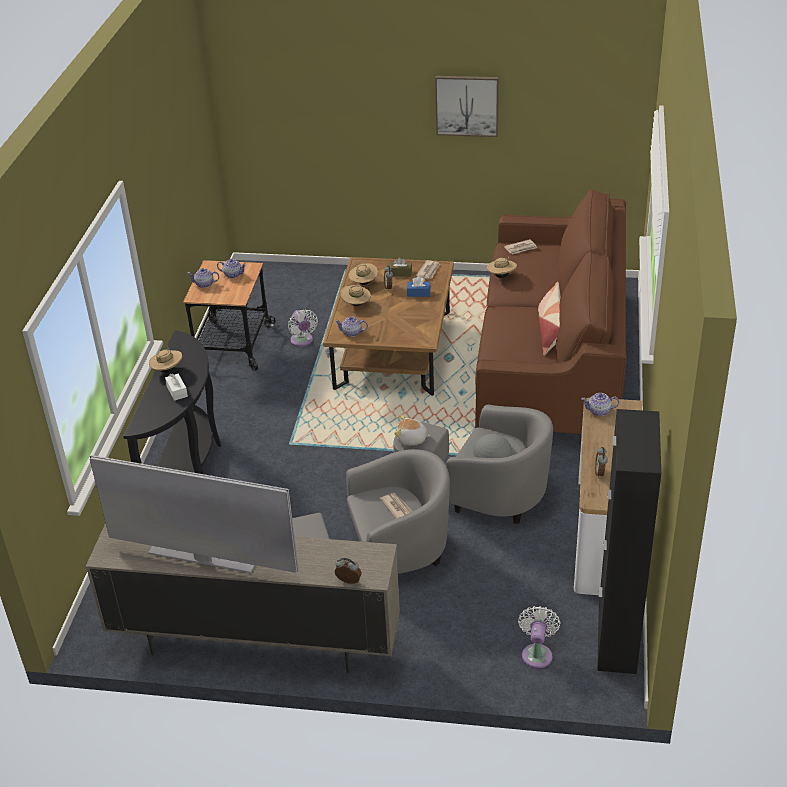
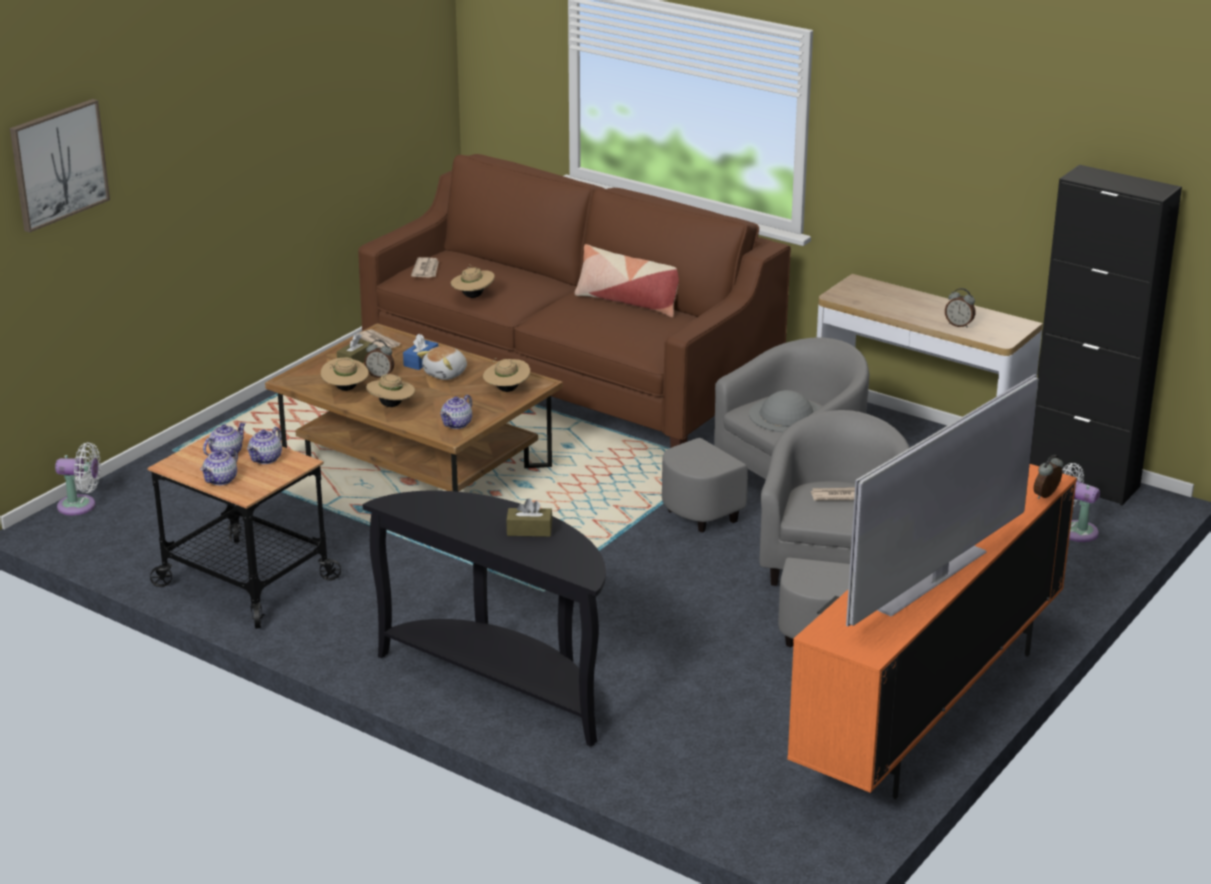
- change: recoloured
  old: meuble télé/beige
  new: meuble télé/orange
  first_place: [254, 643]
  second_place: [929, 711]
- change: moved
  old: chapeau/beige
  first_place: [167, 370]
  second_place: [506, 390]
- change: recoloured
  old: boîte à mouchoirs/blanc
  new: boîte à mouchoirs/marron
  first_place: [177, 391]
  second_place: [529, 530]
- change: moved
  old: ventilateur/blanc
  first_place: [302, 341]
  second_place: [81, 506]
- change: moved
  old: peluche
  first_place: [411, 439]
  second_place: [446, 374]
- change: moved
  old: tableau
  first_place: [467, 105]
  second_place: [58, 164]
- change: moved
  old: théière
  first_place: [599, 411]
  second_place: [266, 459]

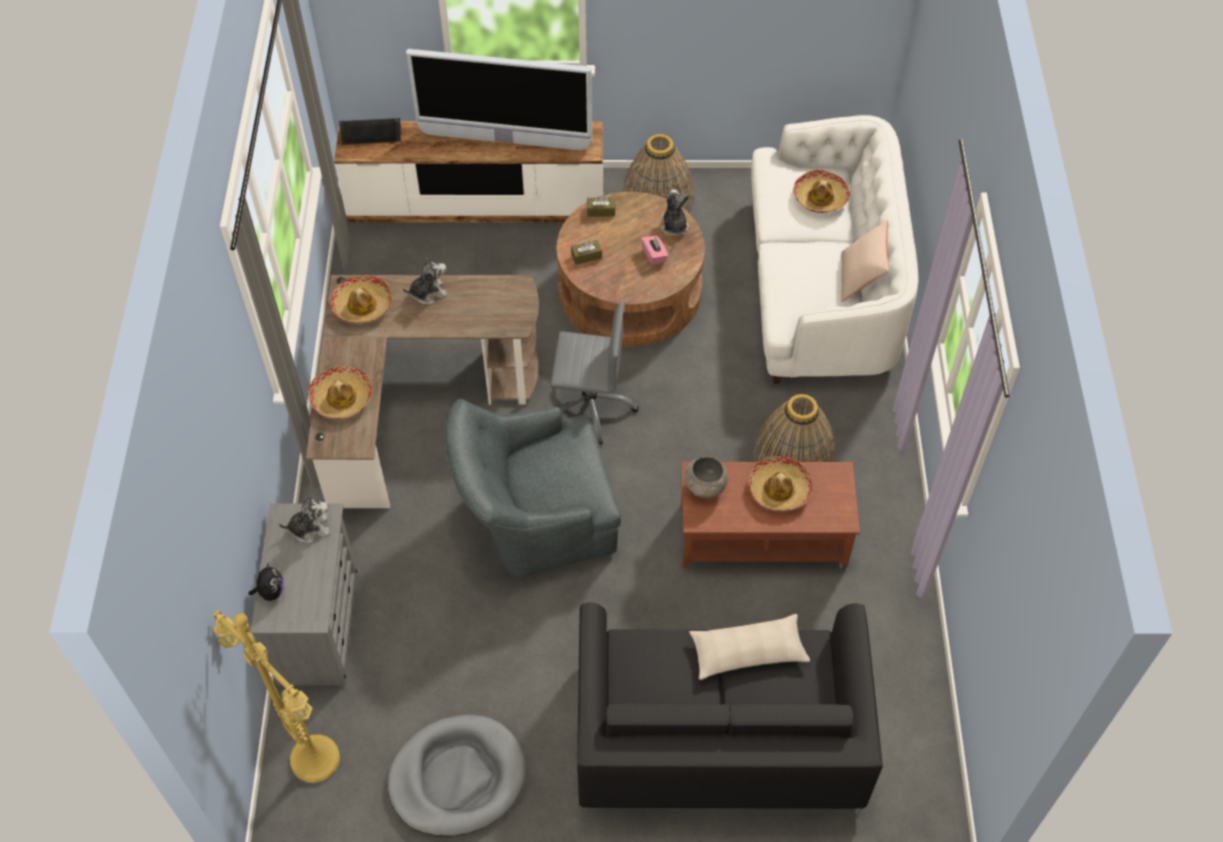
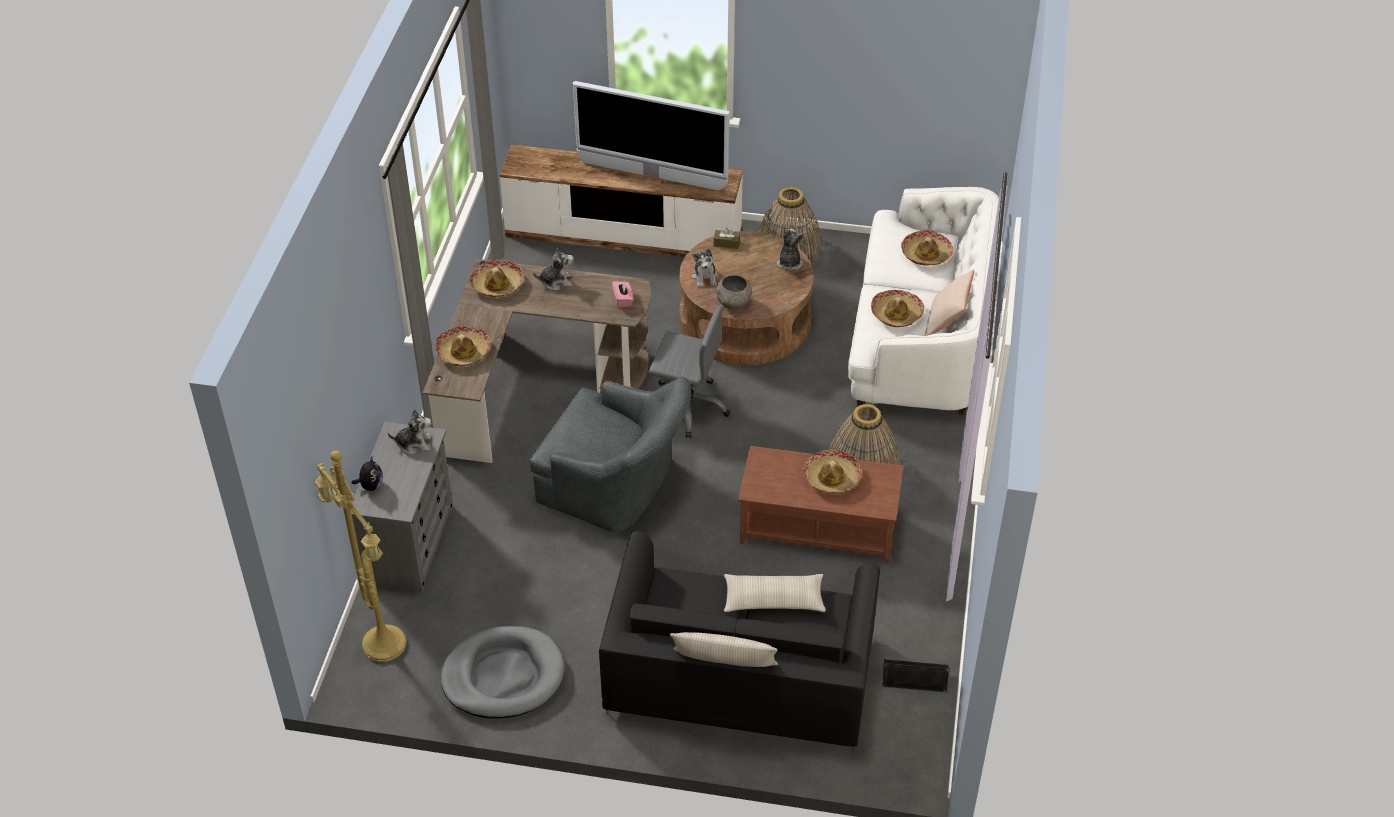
- change: moved
  old: enceinte/noir
  first_place: [371, 134]
  second_place: [915, 677]
- change: turned
  old: fauteuil/gris
  first_place: [534, 517]
  second_place: [616, 487]
  degrees: -150
- change: replaced
  old: boîte à mouchoirs/marron
  new: peluche
  first_place: [586, 256]
  second_place: [705, 277]
- change: moved
  old: boîte à mouchoirs/rose
  first_place: [654, 255]
  second_place: [623, 300]
- change: moved
  old: bol/gris
  first_place: [705, 488]
  second_place: [733, 304]
- change: added
  new: coussin/beige
  second_place: [724, 663]
- change: added
  new: chapeau
  second_place: [896, 314]

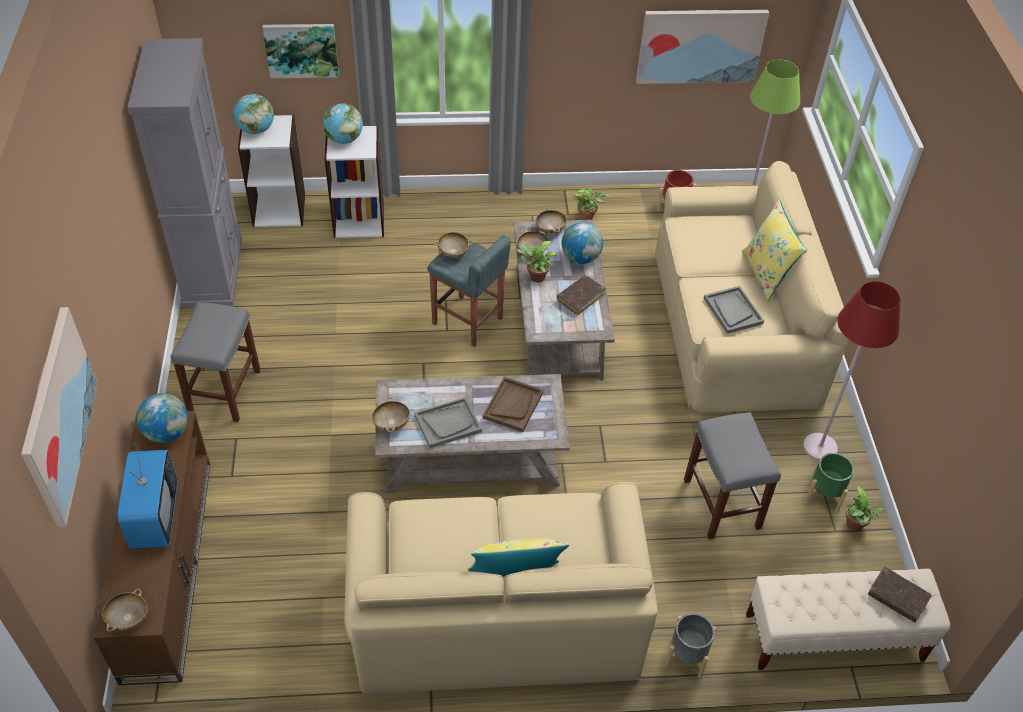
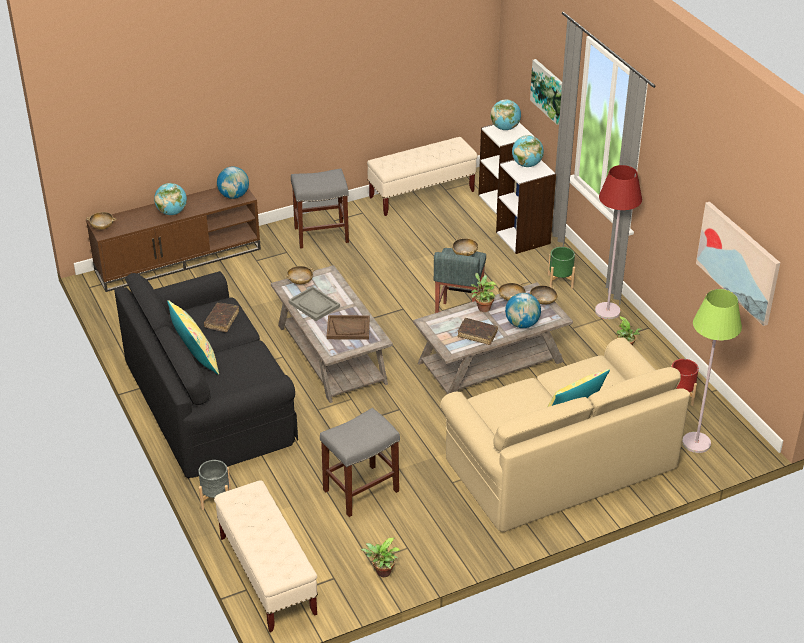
- change: removed
  old: tableau
  first_place: [57, 415]
- change: replaced
  old: téléviseur
  new: globe
  first_place: [154, 517]
  second_place: [172, 212]
- change: replaced
  old: meuble de rangement/gris
  new: banc/beige
  first_place: [213, 272]
  second_place: [422, 194]
- change: recoloured
  old: canapé/beige
  new: canapé/noir
  first_place: [495, 612]
  second_place: [209, 400]
- change: removed
  old: plateau/gris
  first_place: [732, 311]
- change: moved
  old: lampadaire/rouge
  first_place: [820, 447]
  second_place: [607, 311]
- change: moved
  old: cache-pot/vert
  first_place: [824, 494]
  second_place: [560, 281]
- change: moved
  old: livre/marron
  first_place: [897, 598]
  second_place: [222, 320]

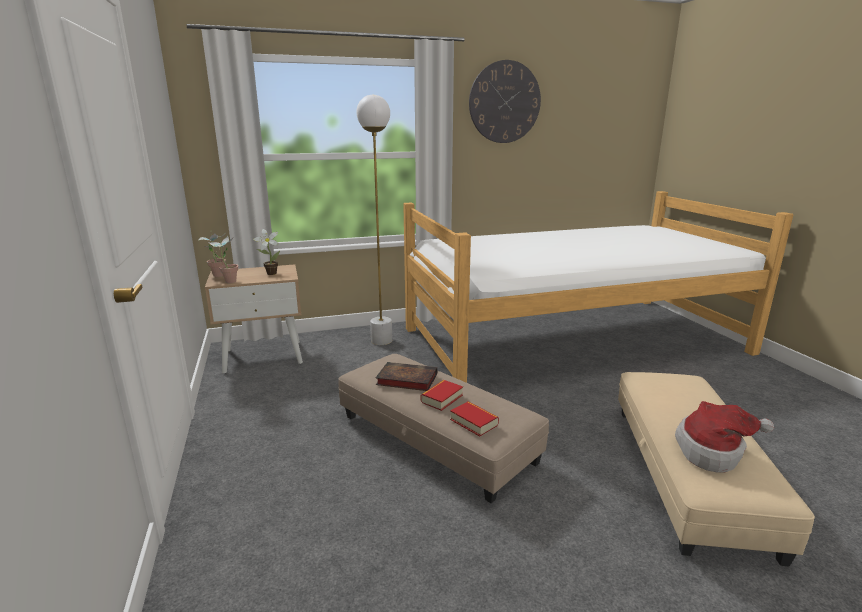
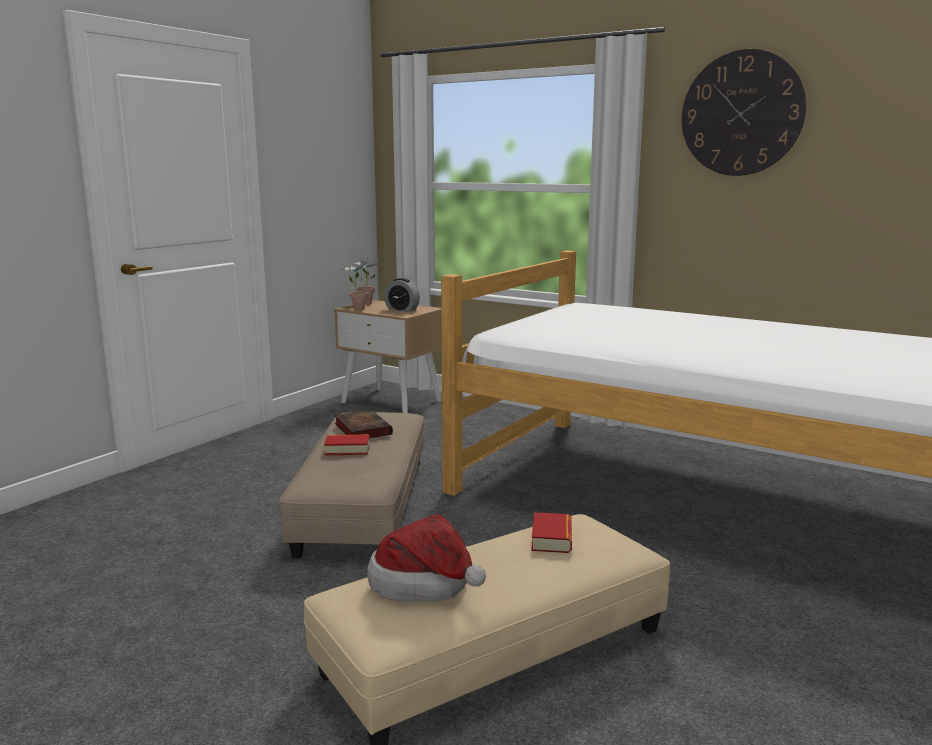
- change: replaced
  old: plante en pot
  new: réveil
  first_place: [270, 273]
  second_place: [402, 310]
- change: removed
  old: lampadaire/blanc
  first_place: [381, 341]
- change: moved
  old: livre
  first_place: [474, 422]
  second_place: [551, 539]

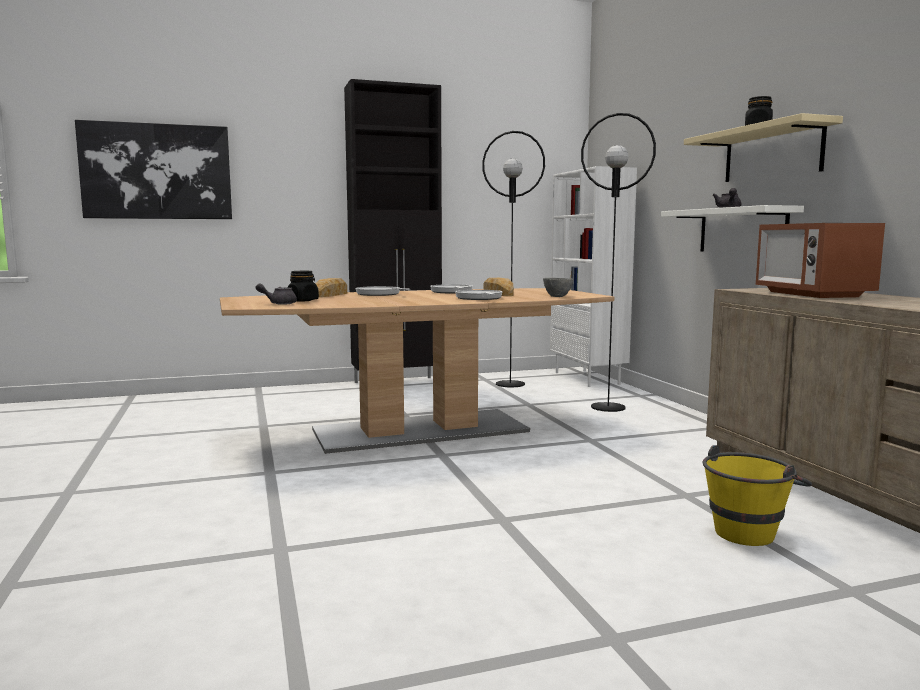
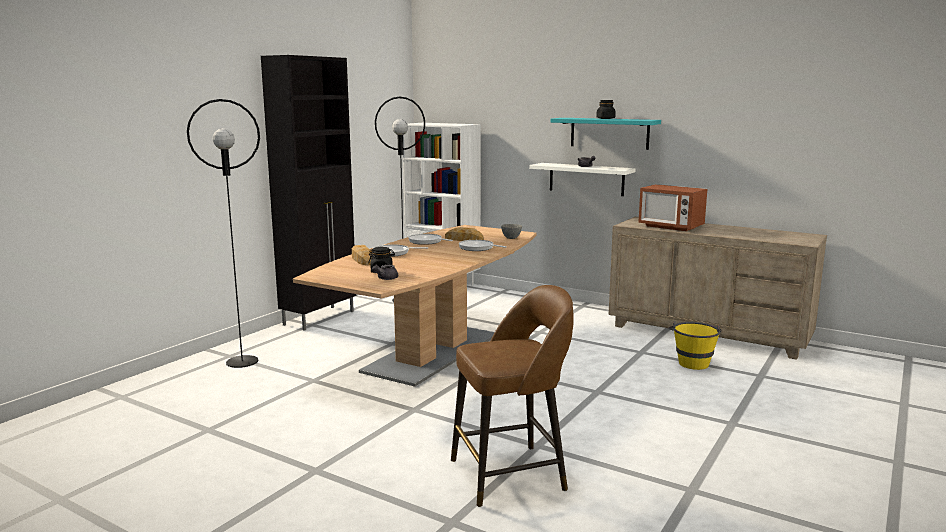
- change: removed
  old: tableau
  first_place: [157, 171]
- change: moved
  old: lampadaire/noir
  first_place: [608, 407]
  second_place: [242, 361]
- change: recoloured
  old: étagère/beige
  new: étagère/turquoise
  first_place: [772, 153]
  second_place: [609, 133]
- change: added
  new: tabouret/marron
  second_place: [511, 474]

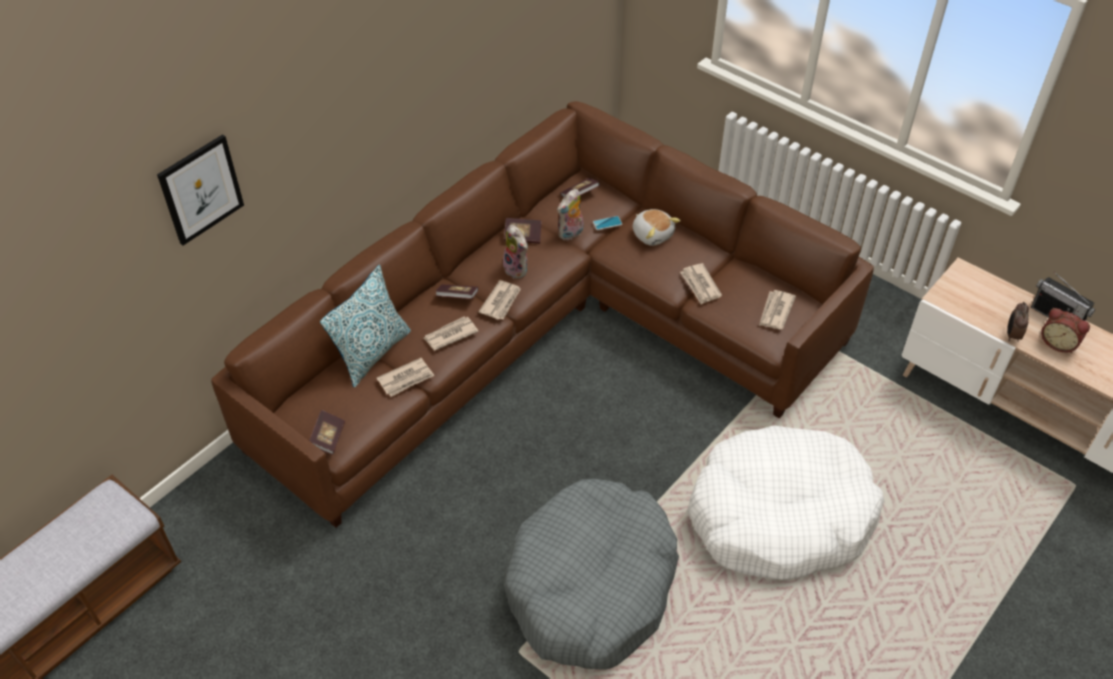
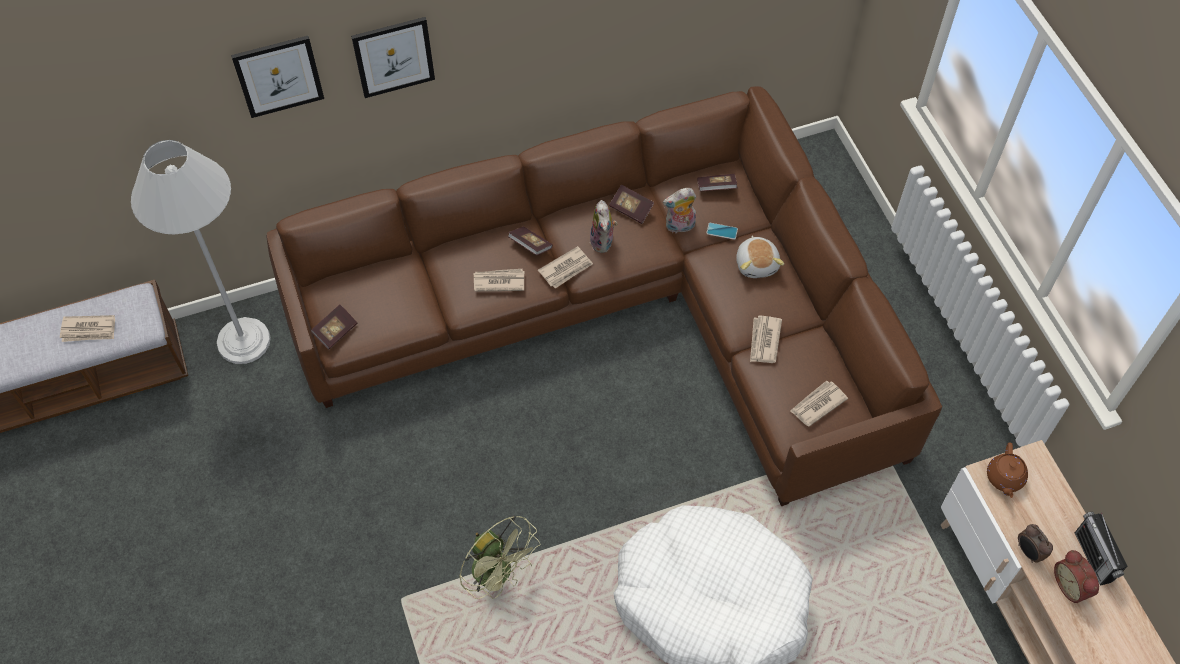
- change: removed
  old: coussin
  first_place: [372, 353]
- change: moved
  old: journal
  first_place: [406, 379]
  second_place: [89, 330]
- change: replaced
  old: panier pour chien/gris
  new: ventilateur/vert
  first_place: [591, 586]
  second_place: [499, 574]
- change: turned
  old: réveil
  first_place: [1012, 335]
  second_place: [1028, 552]
  degrees: -75
- change: added
  new: lampadaire/blanc
  second_place: [243, 341]
- change: added
  new: tableau
  second_place: [393, 56]
- change: added
  new: théière/marron
  second_place: [1004, 478]

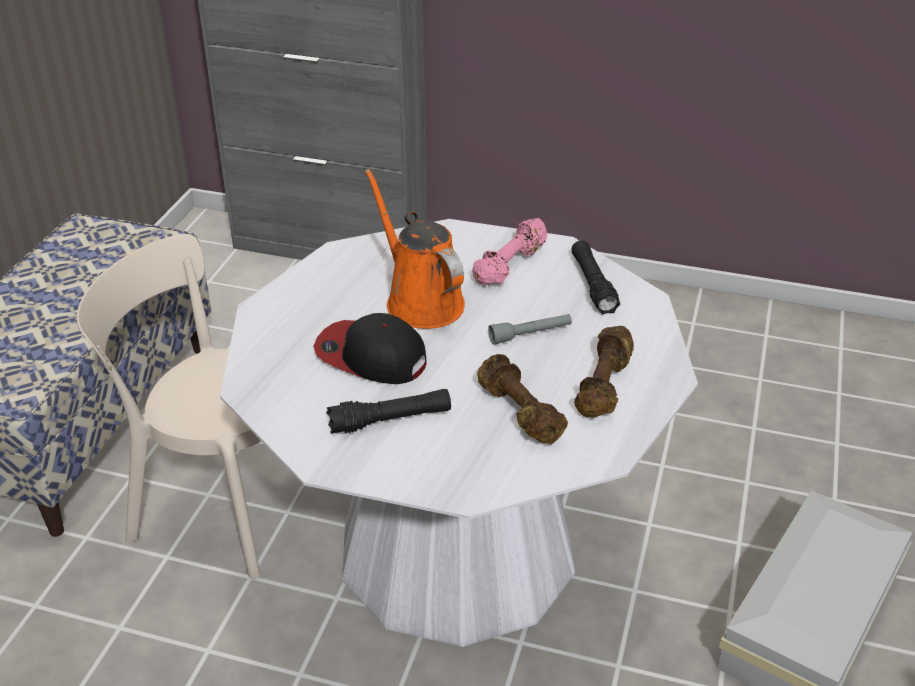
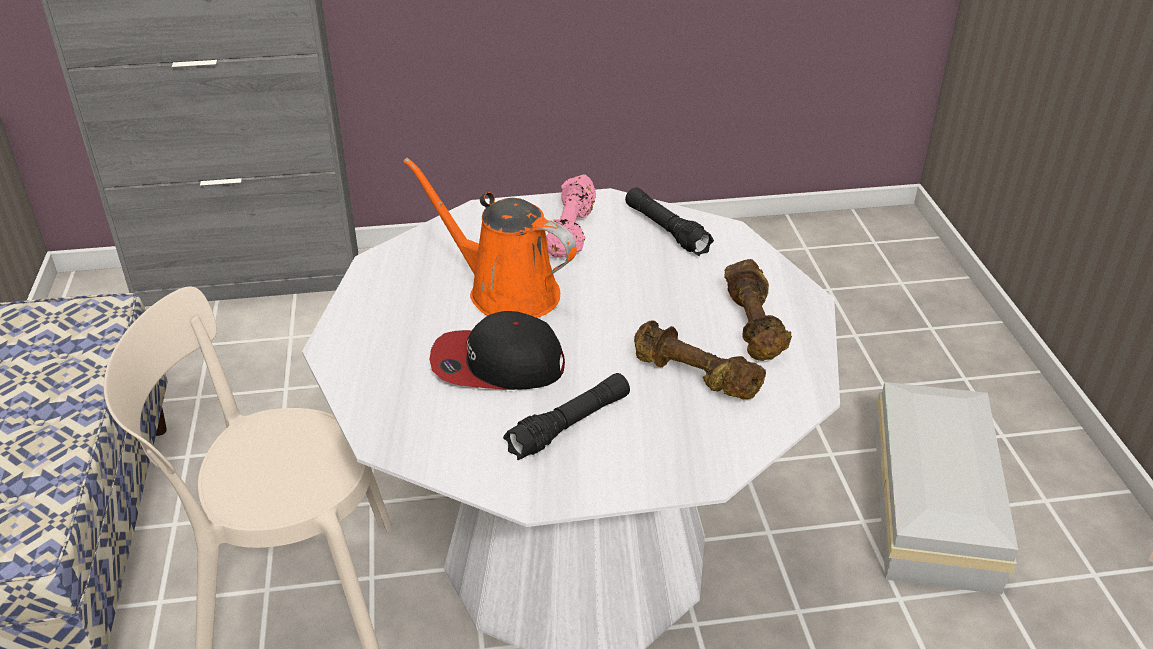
- change: removed
  old: lampe de poche/gris
  first_place: [530, 334]

